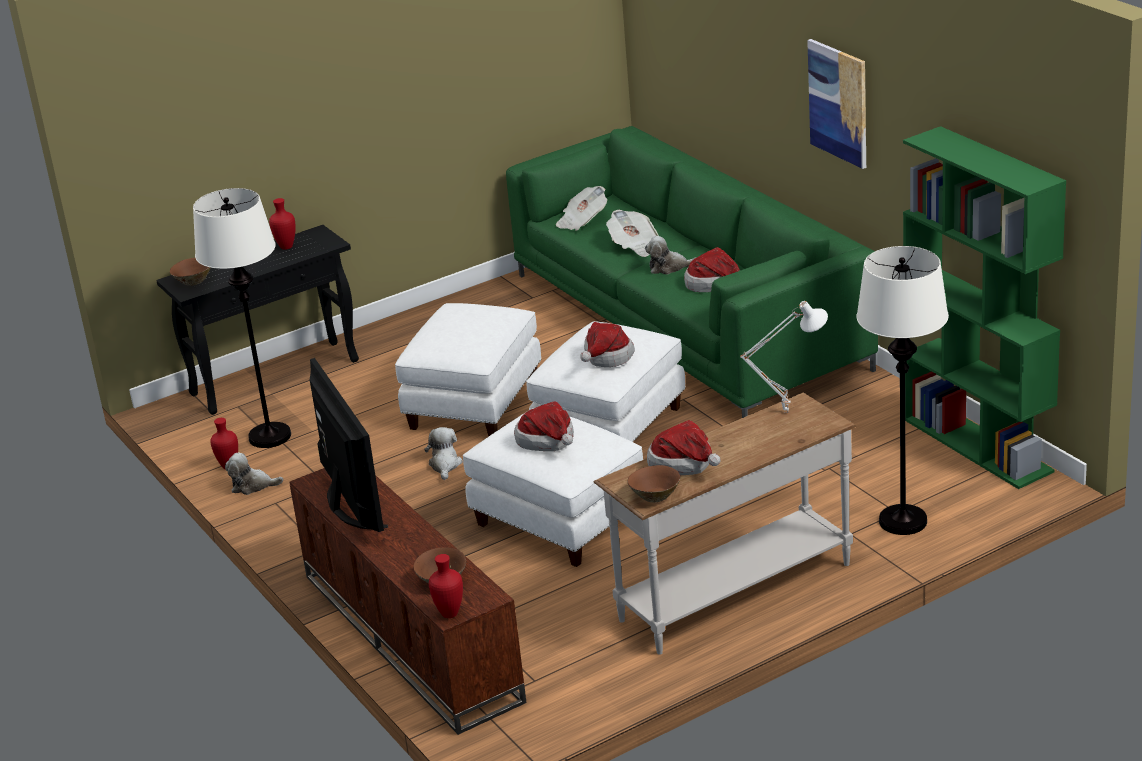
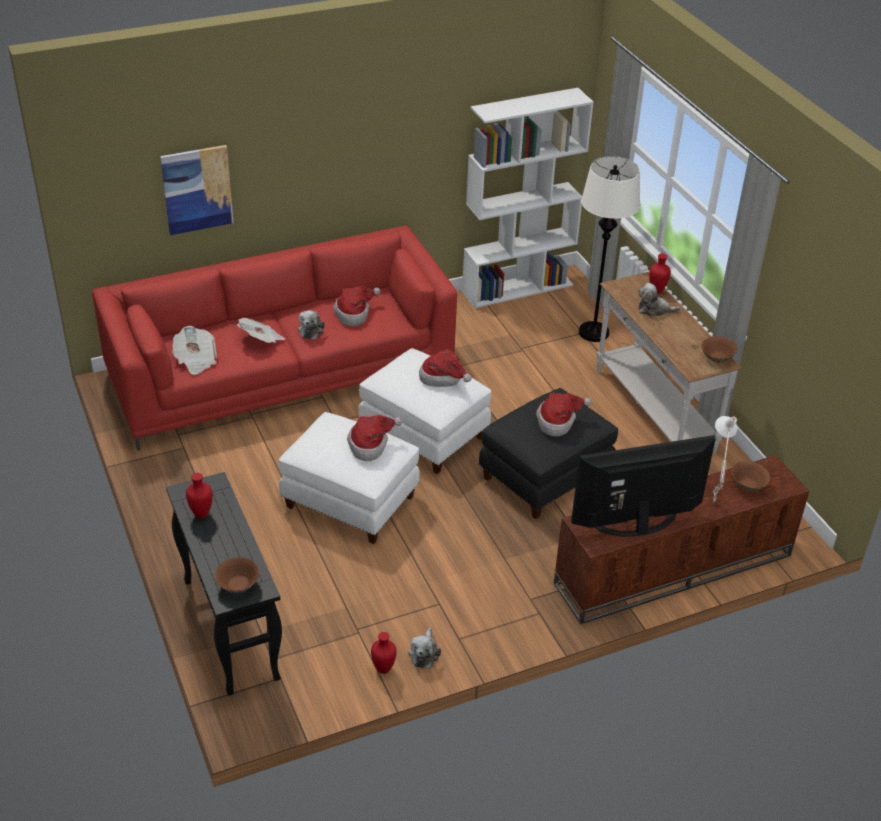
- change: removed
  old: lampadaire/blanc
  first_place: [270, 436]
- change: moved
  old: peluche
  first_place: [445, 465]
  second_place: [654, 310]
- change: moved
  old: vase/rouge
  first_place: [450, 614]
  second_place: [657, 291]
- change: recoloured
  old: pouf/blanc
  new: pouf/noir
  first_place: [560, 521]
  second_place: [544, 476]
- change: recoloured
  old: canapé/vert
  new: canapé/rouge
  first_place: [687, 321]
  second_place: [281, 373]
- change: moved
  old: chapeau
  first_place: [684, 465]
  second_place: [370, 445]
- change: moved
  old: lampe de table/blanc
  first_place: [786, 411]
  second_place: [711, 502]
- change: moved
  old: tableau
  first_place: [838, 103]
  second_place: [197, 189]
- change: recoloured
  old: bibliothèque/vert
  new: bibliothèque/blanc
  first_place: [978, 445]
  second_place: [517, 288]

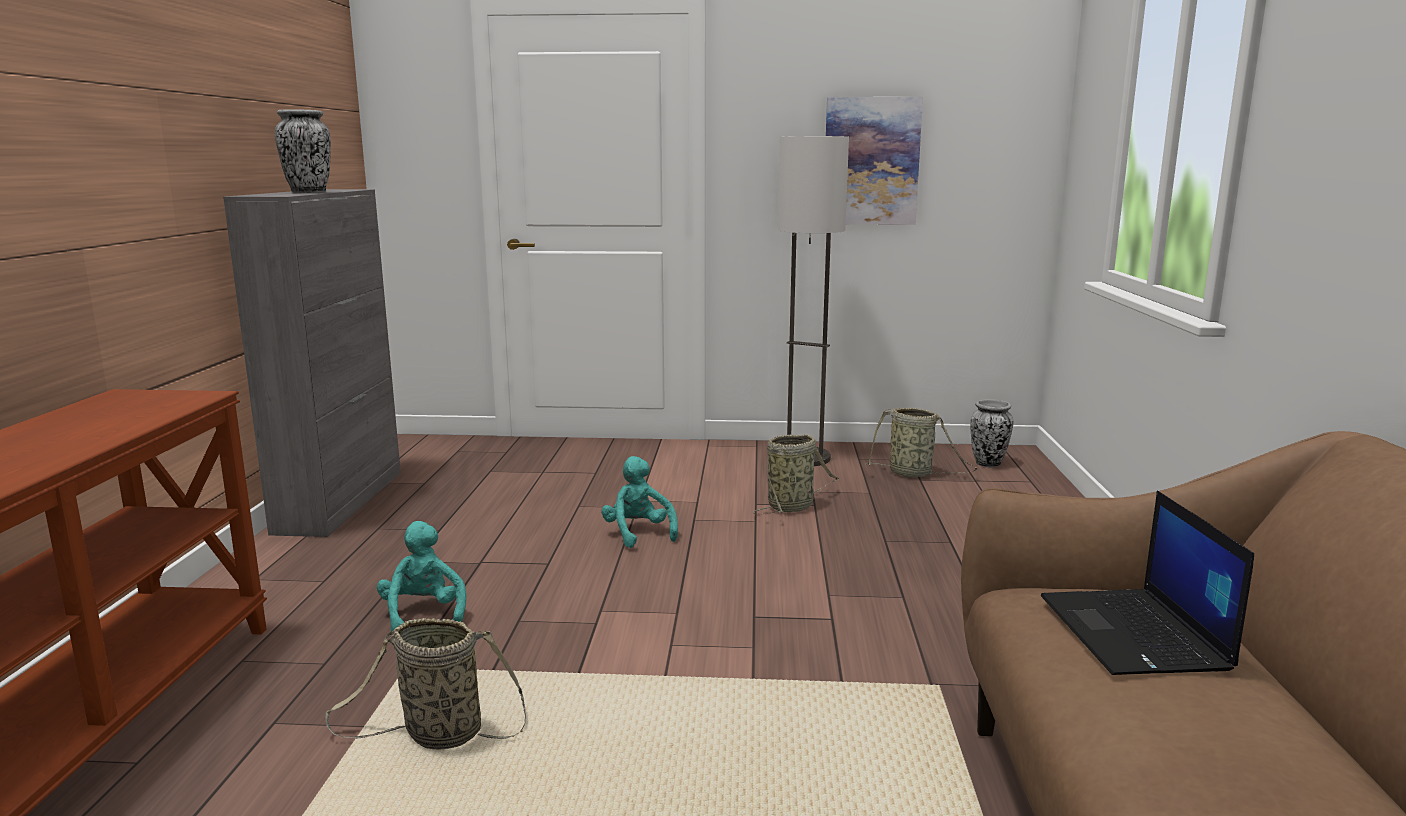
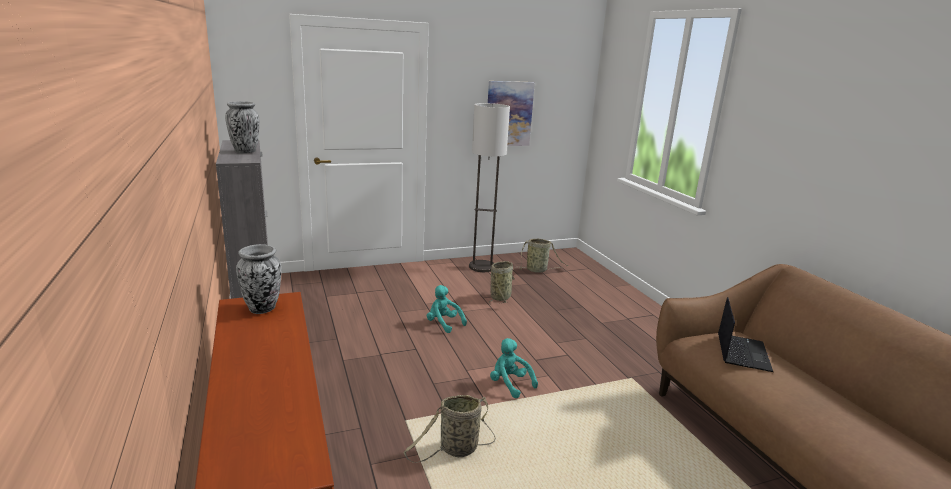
- change: moved
  old: peluche/turquoise
  first_place: [424, 615]
  second_place: [510, 384]
- change: moved
  old: vase
  first_place: [988, 464]
  second_place: [262, 308]
- change: turned
  old: ordinateur portable
  first_place: [1135, 633]
  second_place: [742, 352]
  degrees: -135

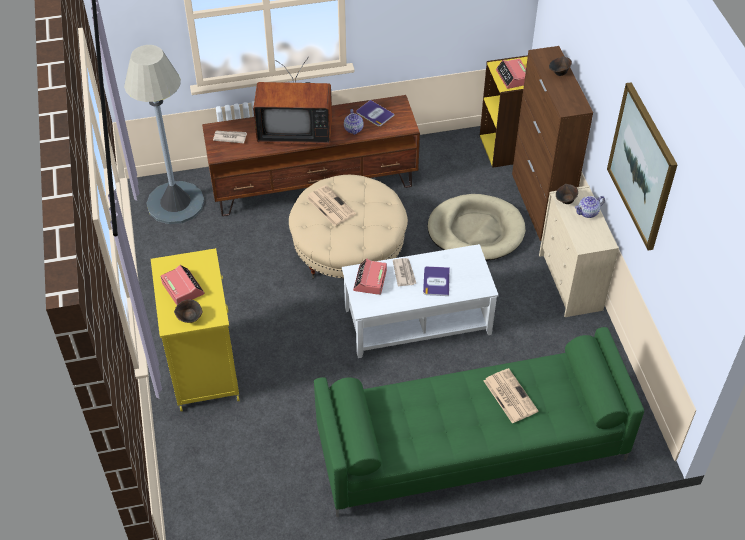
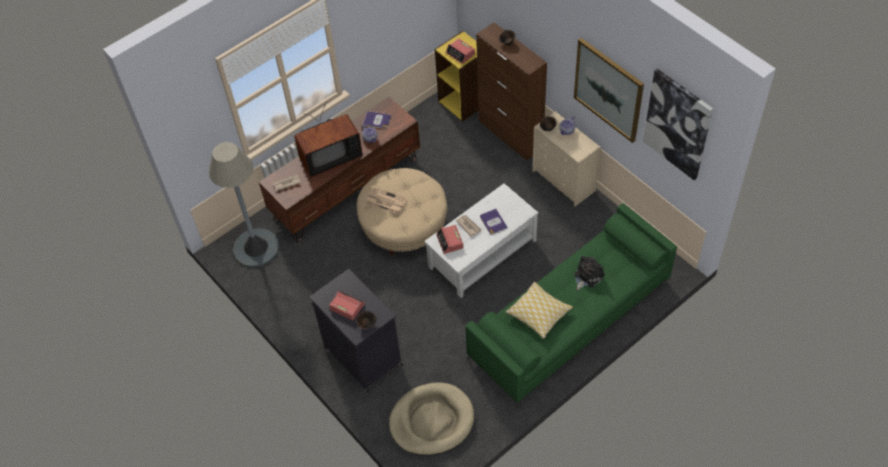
- change: recoloured
  old: meuble de rangement/jaune
  new: meuble de rangement/noir
  first_place: [204, 367]
  second_place: [361, 354]
- change: moved
  old: panier pour chien/beige
  first_place: [476, 231]
  second_place: [431, 421]
- change: replaced
  old: journal
  new: peluche
  first_place: [509, 395]
  second_place: [587, 276]
- change: added
  new: coussin
  second_place: [539, 313]
- change: added
  new: tableau
  second_place: [677, 124]

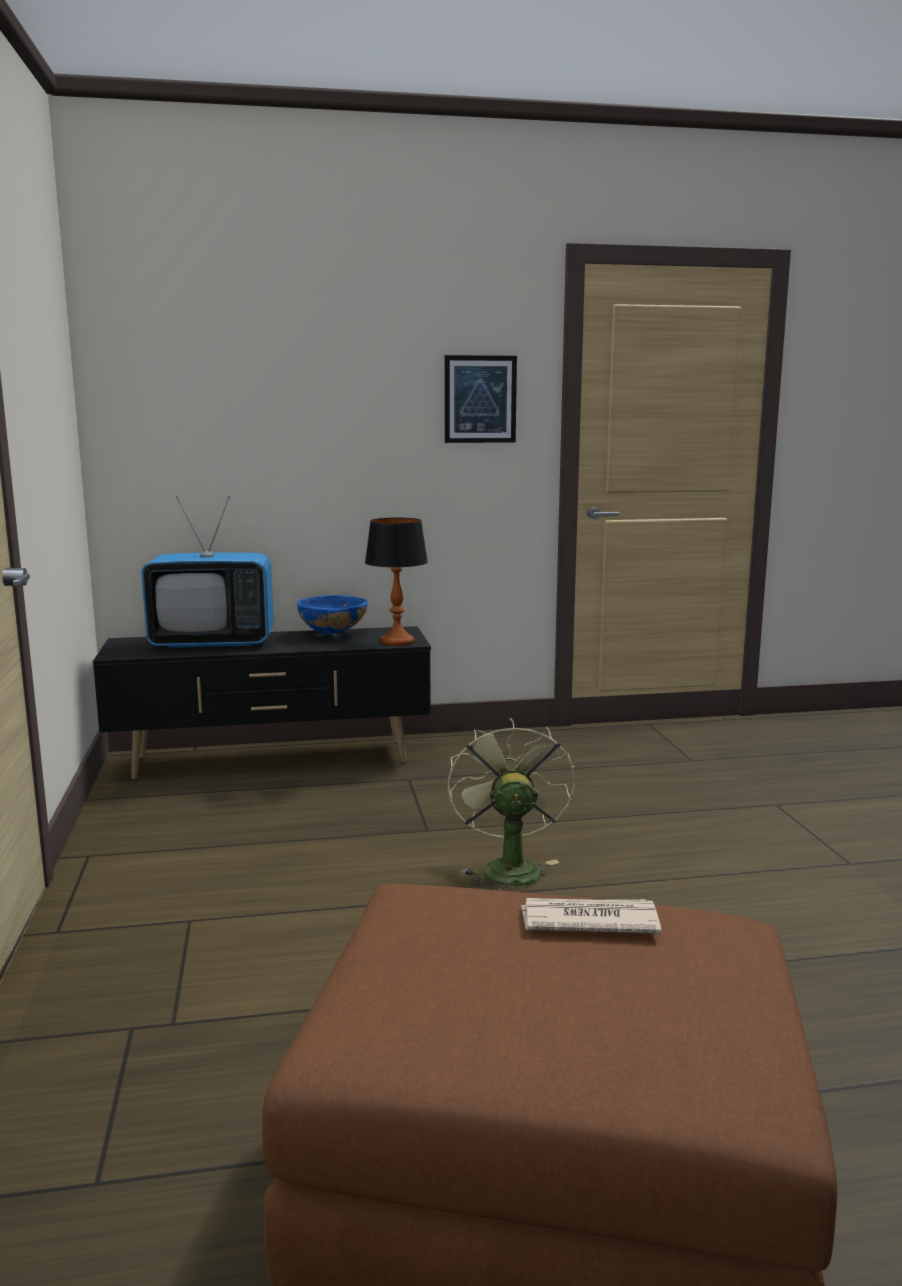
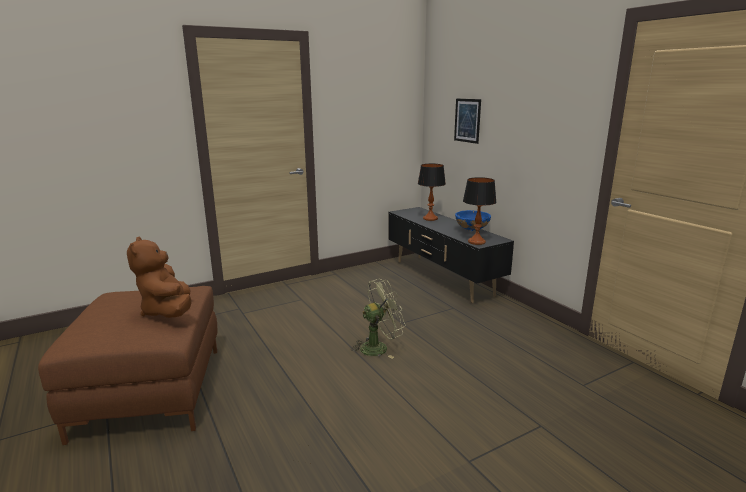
- change: replaced
  old: téléviseur
  new: lampe de table
  first_place: [212, 643]
  second_place: [430, 218]
- change: moved
  old: tableau
  first_place: [480, 399]
  second_place: [467, 120]
- change: replaced
  old: journal
  new: peluche/marron
  first_place: [588, 921]
  second_place: [168, 311]

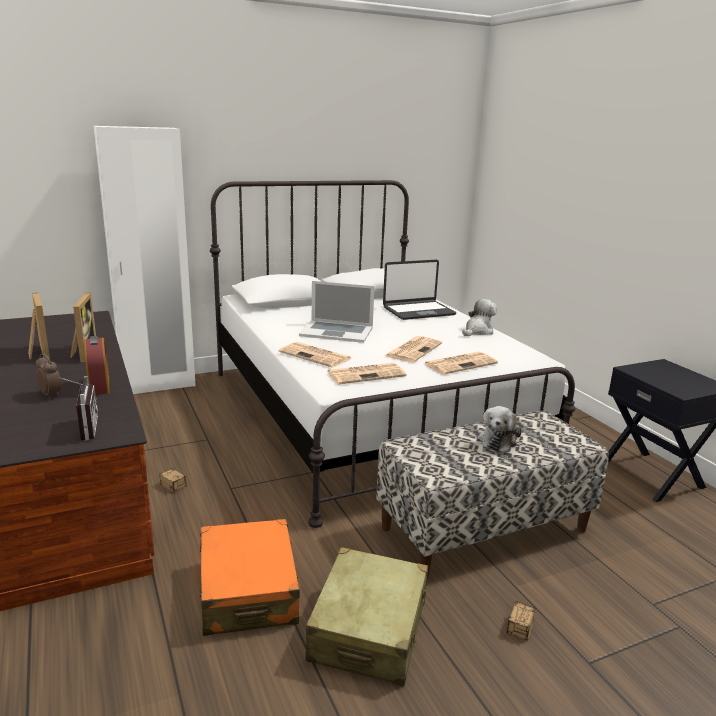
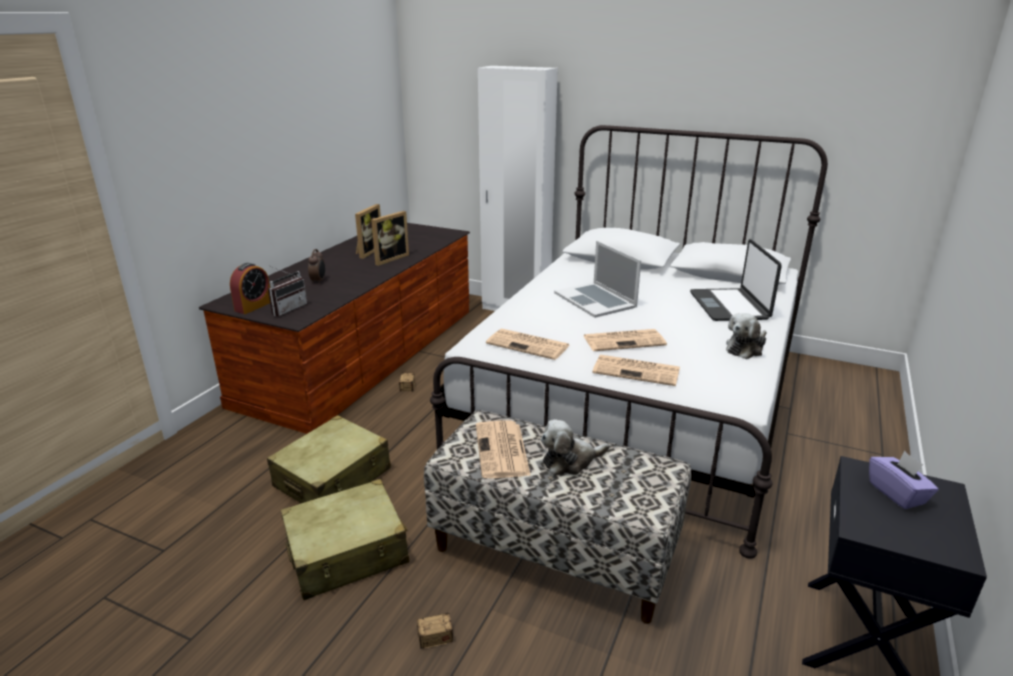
- change: moved
  old: réveil
  first_place: [99, 386]
  second_place: [253, 306]
- change: recoloured
  old: valise/orange
  new: valise/beige
  first_place: [248, 591]
  second_place: [333, 478]
- change: moved
  old: journal
  first_place: [316, 355]
  second_place: [502, 451]
- change: turned
  old: ordinateur portable
  first_place: [418, 311]
  second_place: [729, 306]
  degrees: 60
- change: turned
  old: peluche
  first_place: [478, 331]
  second_place: [745, 348]
  degrees: 135
- change: added
  new: boîte à mouchoirs/violet
  second_place: [897, 493]

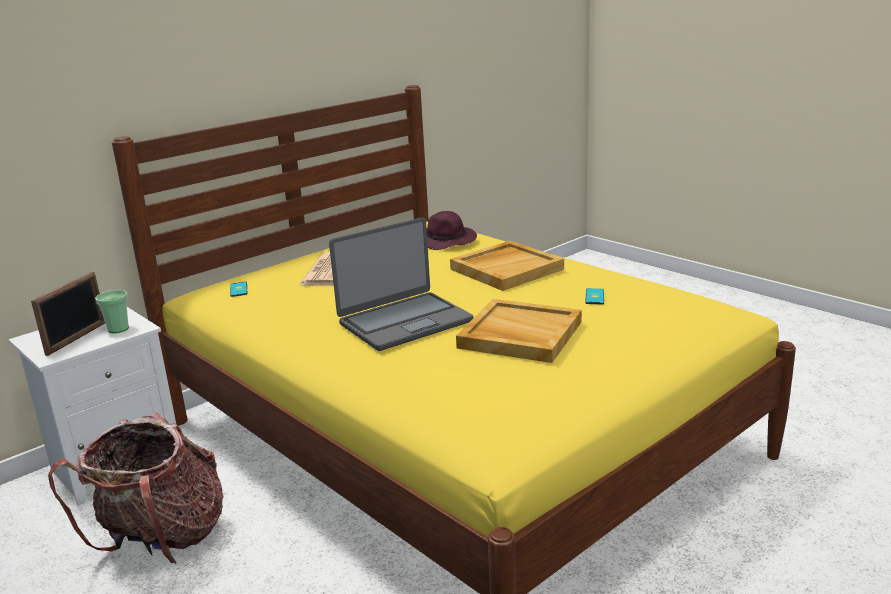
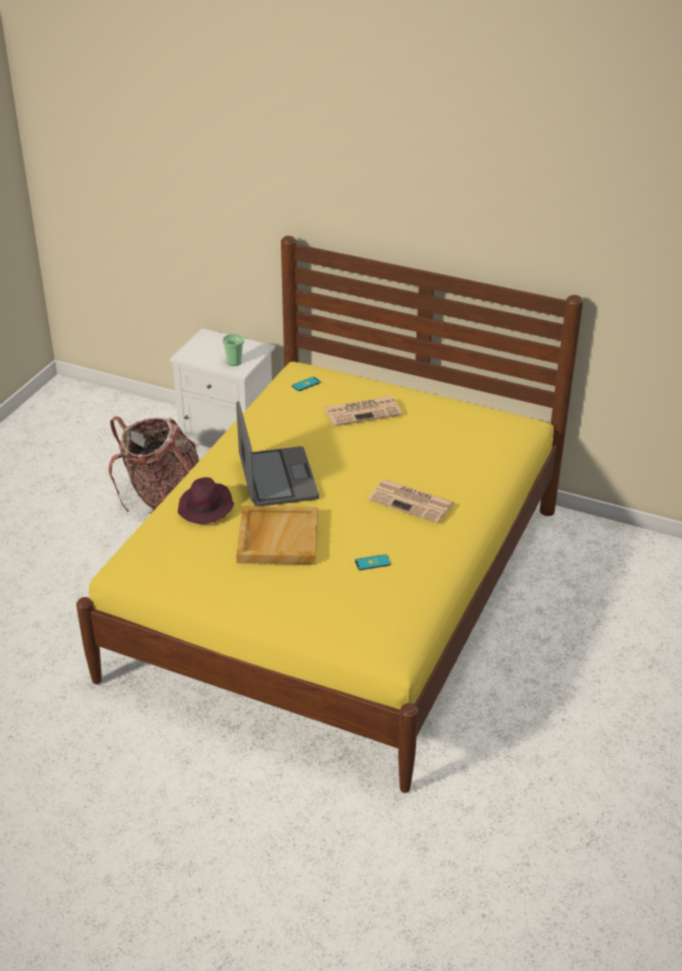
- change: removed
  old: cadre photo
  first_place: [77, 338]
- change: turned
  old: ordinateur portable
  first_place: [404, 322]
  second_place: [277, 478]
  degrees: -135
- change: moved
  old: chapeau/violet
  first_place: [447, 241]
  second_place: [206, 507]
- change: replaced
  old: plateau/beige
  new: journal
  first_place: [506, 269]
  second_place: [412, 502]

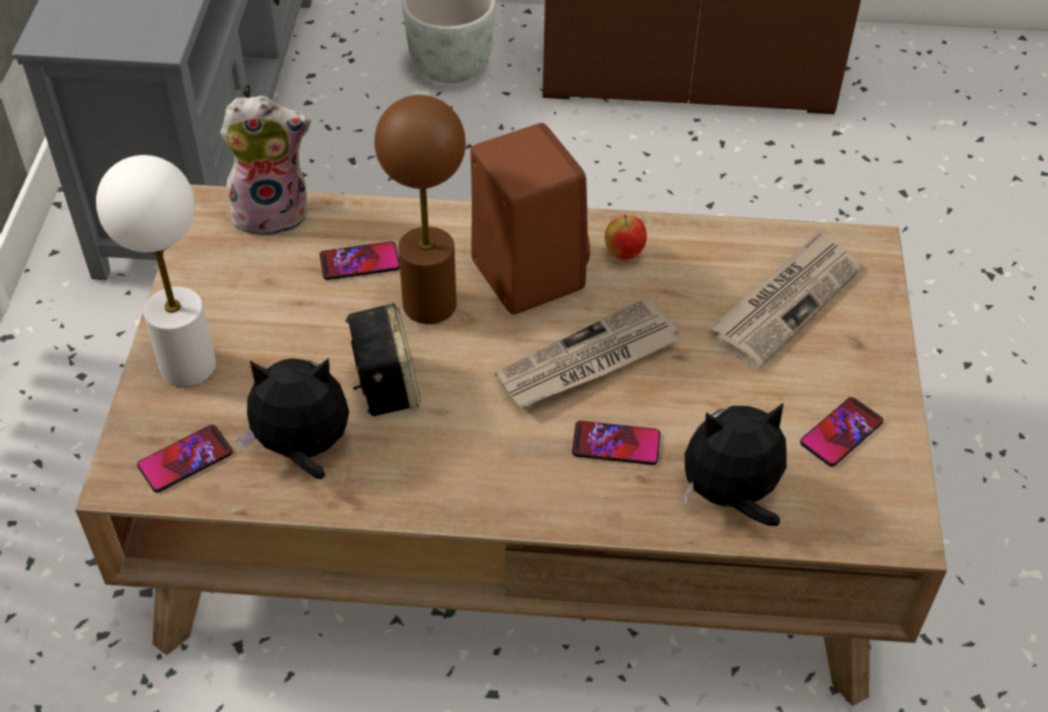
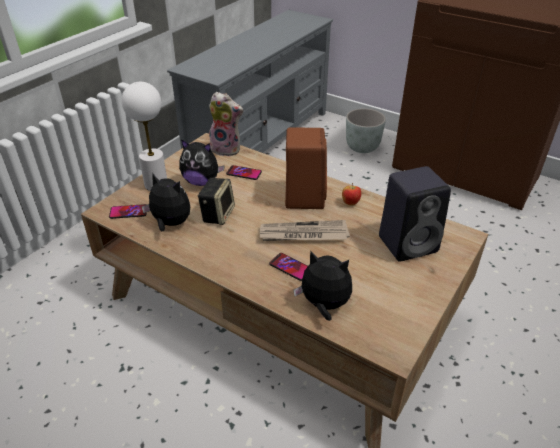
- change: removed
  old: lampe de table/marron
  first_place: [430, 304]
- change: replaced
  old: journal
  new: enceinte/noir
  first_place: [785, 302]
  second_place: [409, 243]
- change: removed
  old: téléphone
  first_place: [841, 432]
- change: added
  new: peluche
  second_place: [201, 182]

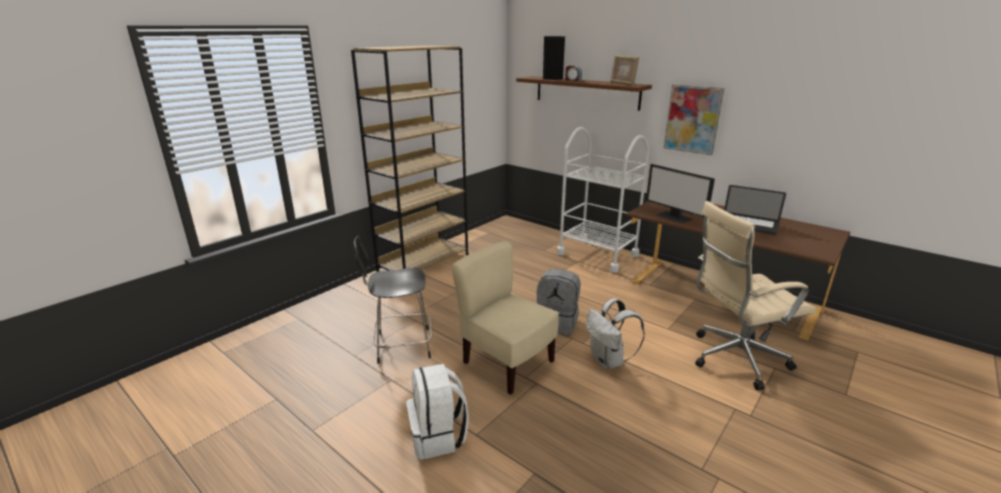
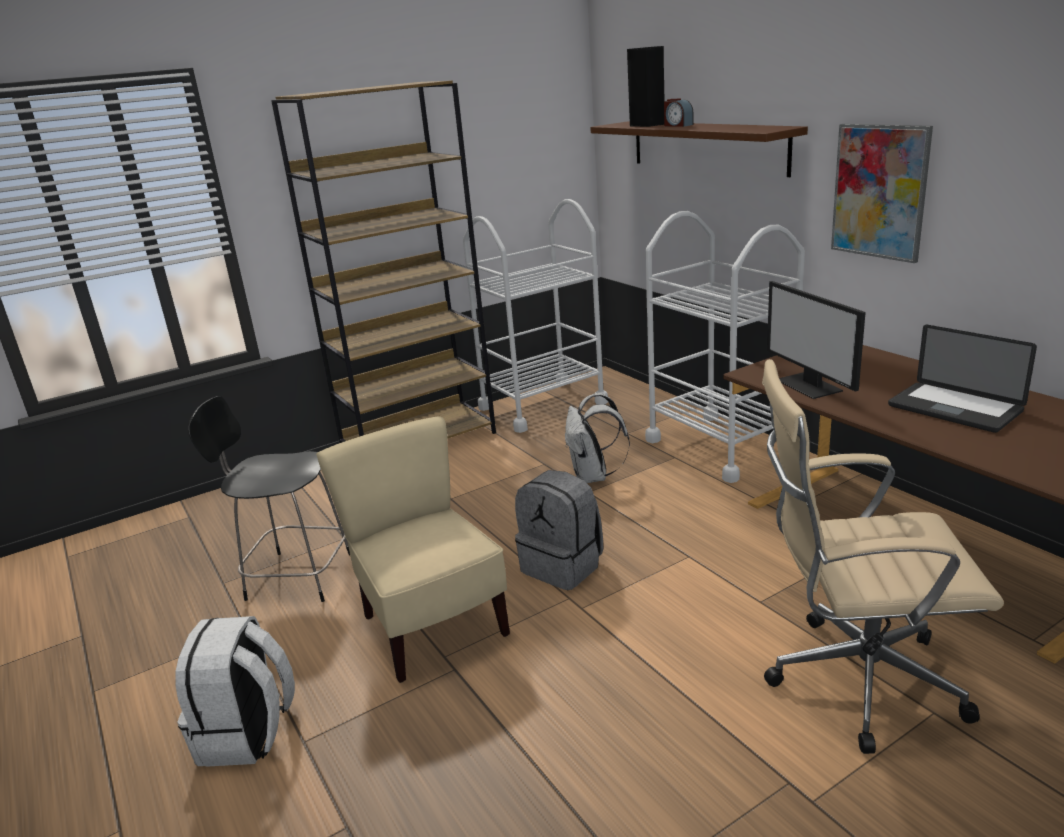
- change: moved
  old: sac à dos/blanc
  first_place: [609, 361]
  second_place: [593, 477]
- change: removed
  old: cadre photo
  first_place: [622, 84]
- change: added
  new: chariot/blanc
  second_place: [542, 405]

